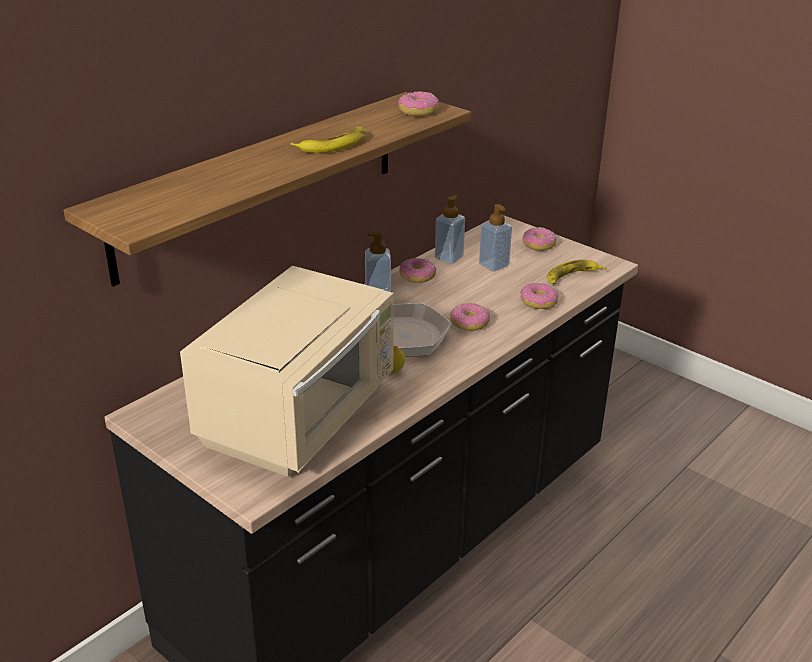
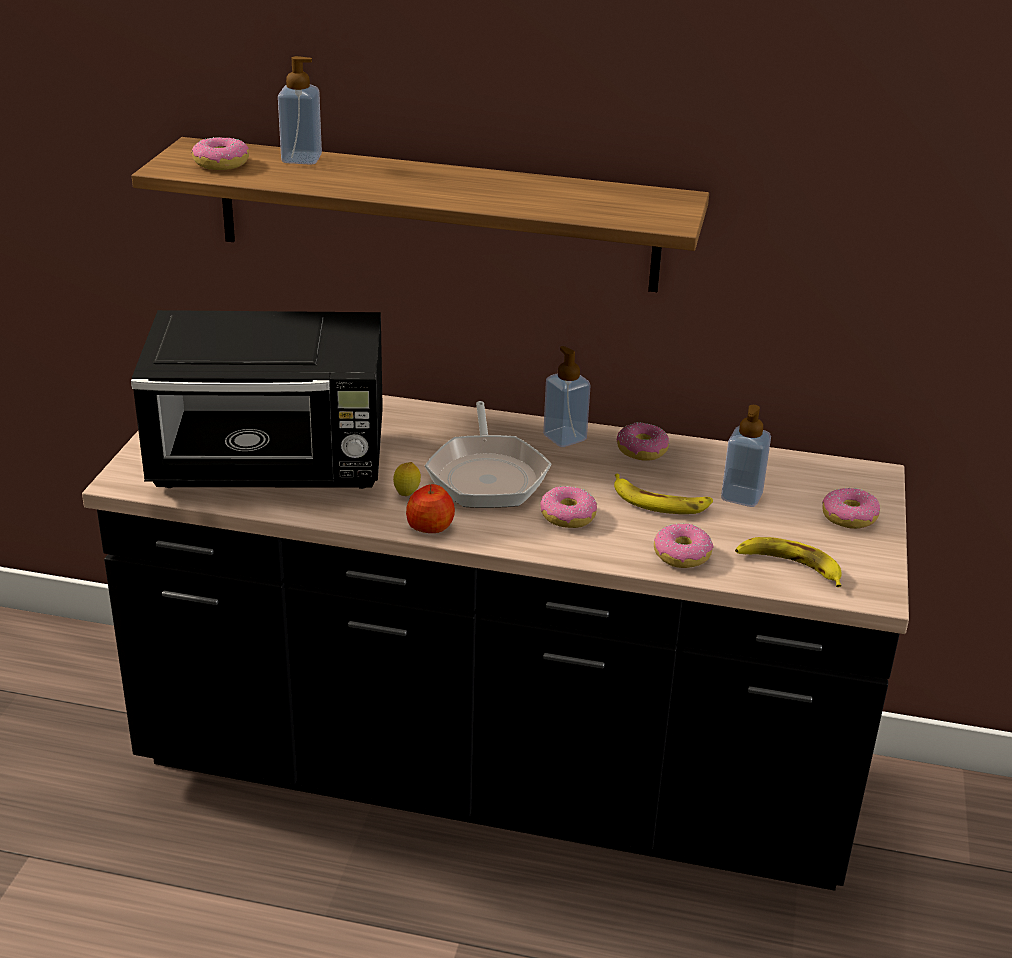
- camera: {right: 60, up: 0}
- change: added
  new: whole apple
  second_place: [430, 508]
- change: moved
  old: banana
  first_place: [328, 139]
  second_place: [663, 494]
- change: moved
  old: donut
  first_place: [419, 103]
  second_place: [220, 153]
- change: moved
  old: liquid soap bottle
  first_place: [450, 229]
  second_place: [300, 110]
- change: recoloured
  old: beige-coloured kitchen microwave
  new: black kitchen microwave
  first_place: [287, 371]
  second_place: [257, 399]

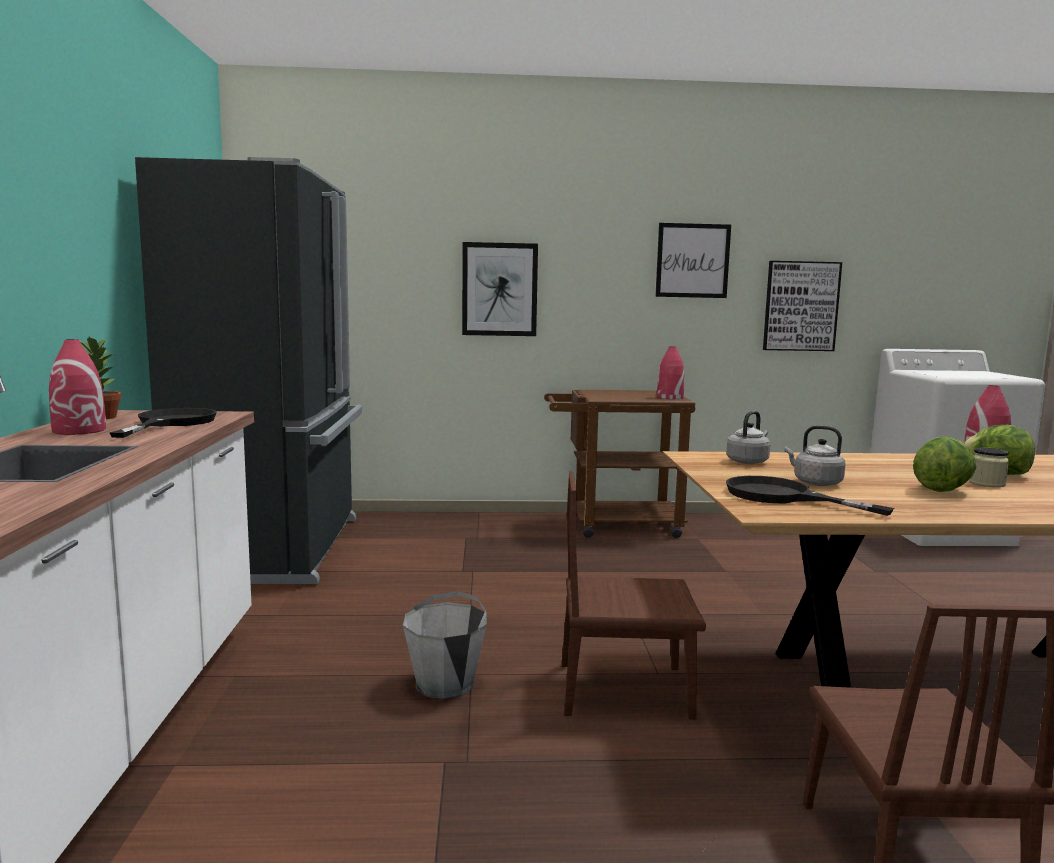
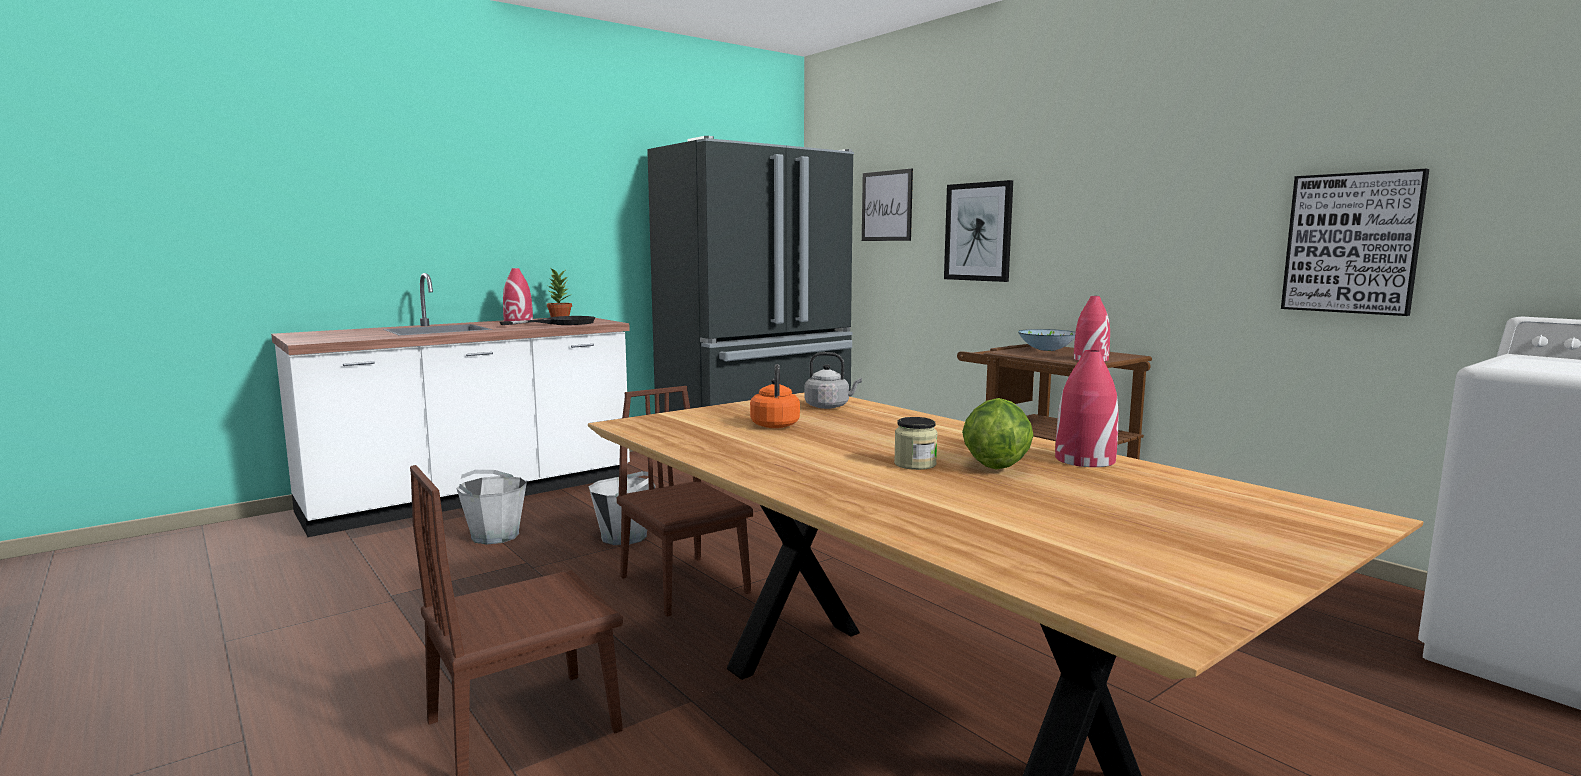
- camera: {right: 55, up: 0}
- change: removed
  old: black frying pan
  first_place: [810, 496]
- change: removed
  old: head of lettuce
  first_place: [944, 464]
- change: added
  new: gray bucket
  second_place: [491, 507]
- change: added
  new: serving bowl
  second_place: [1047, 340]
- change: moved
  old: wall art
  first_place: [693, 260]
  second_place: [887, 205]
- change: recoloured
  old: gray water kettle
  new: orange water kettle
  first_place: [815, 455]
  second_place: [775, 396]

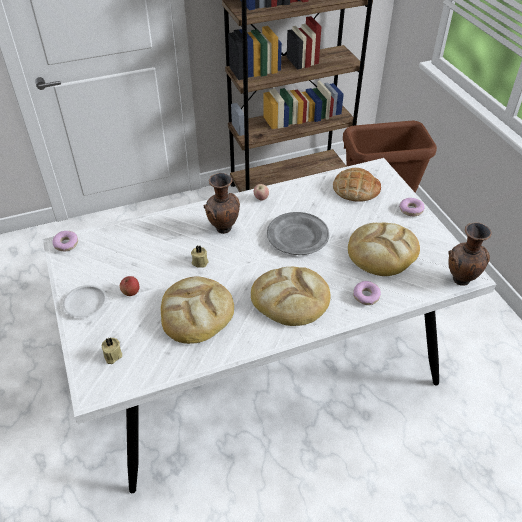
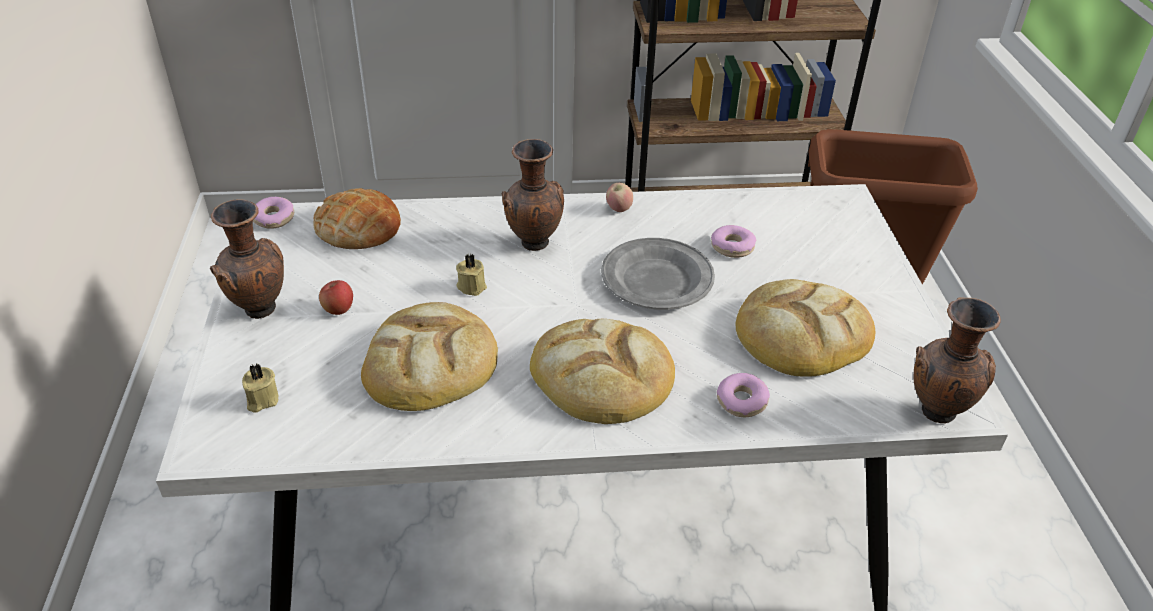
- camera: {right: 15, up: -5}
- change: moved
  old: bread
  first_place: [357, 185]
  second_place: [357, 218]
- change: moved
  old: donut
  first_place: [412, 207]
  second_place: [733, 241]
- change: replaced
  old: whitish flat dish
  new: brown-coloured decorative vase
  first_place: [85, 301]
  second_place: [247, 259]

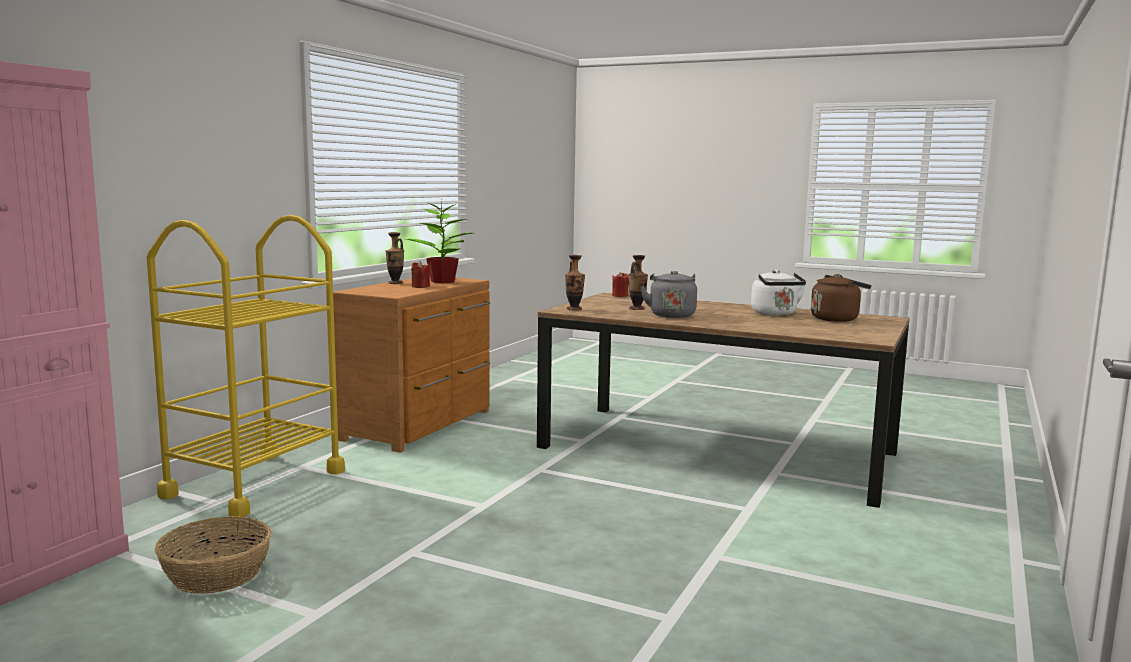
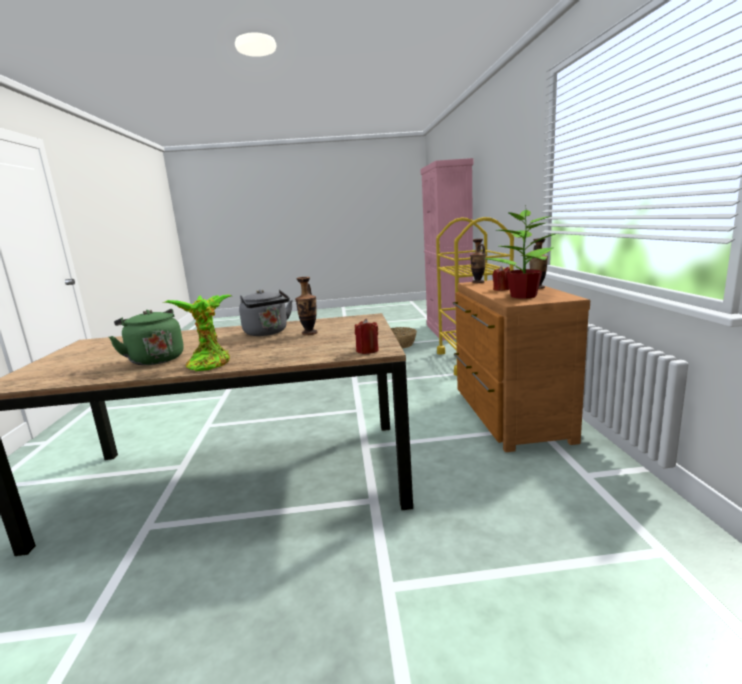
- camera: {right: 150, up: 5}
- change: removed
  old: brown-coloured water kettle
  first_place: [841, 298]
- change: added
  new: plant in a pot
  second_place: [197, 332]
- change: moved
  old: decorative vase
  first_place: [575, 283]
  second_place: [478, 261]
- change: recoloured
  old: whitish water kettle
  new: green water kettle
  first_place: [778, 293]
  second_place: [146, 337]

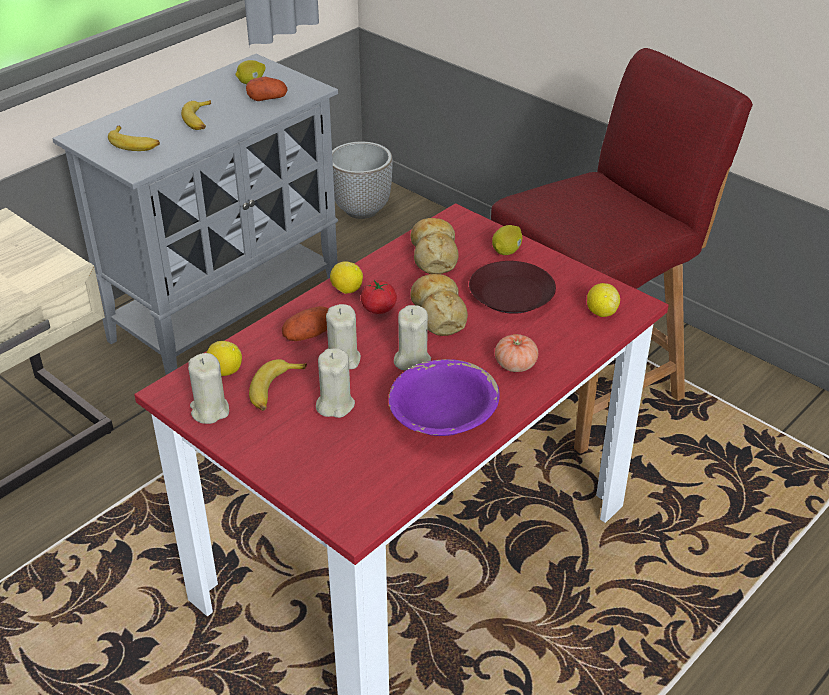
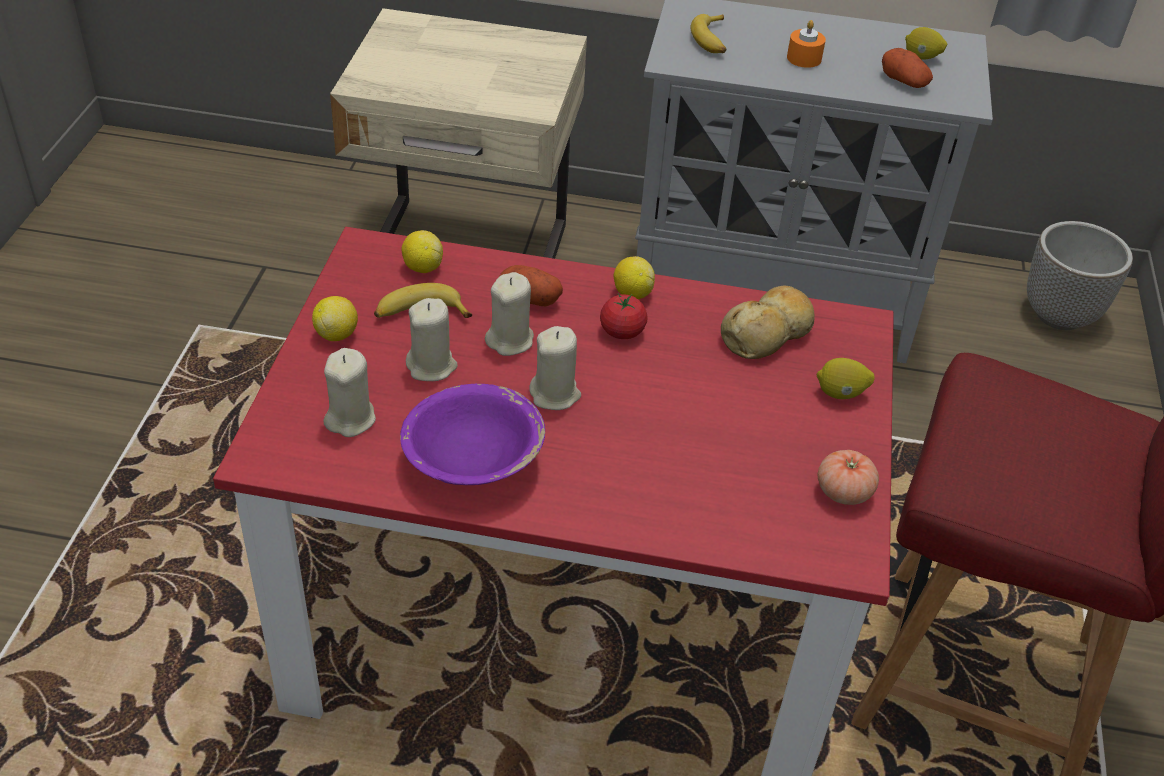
- camera: {right: 55, up: 5}
- change: removed
  old: bread
  first_place: [439, 305]
- change: removed
  old: brown-coloured flat dish
  first_place: [512, 287]
- change: moved
  old: beige-coloured wax candle
  first_place: [208, 388]
  second_place: [349, 392]
- change: moved
  old: whole tomato
  first_place: [516, 353]
  second_place: [848, 477]
- change: moved
  old: lemon
  first_place: [603, 300]
  second_place: [335, 318]
- change: replaced
  old: banana
  new: orange wax candle
  first_place: [196, 115]
  second_place: [806, 44]

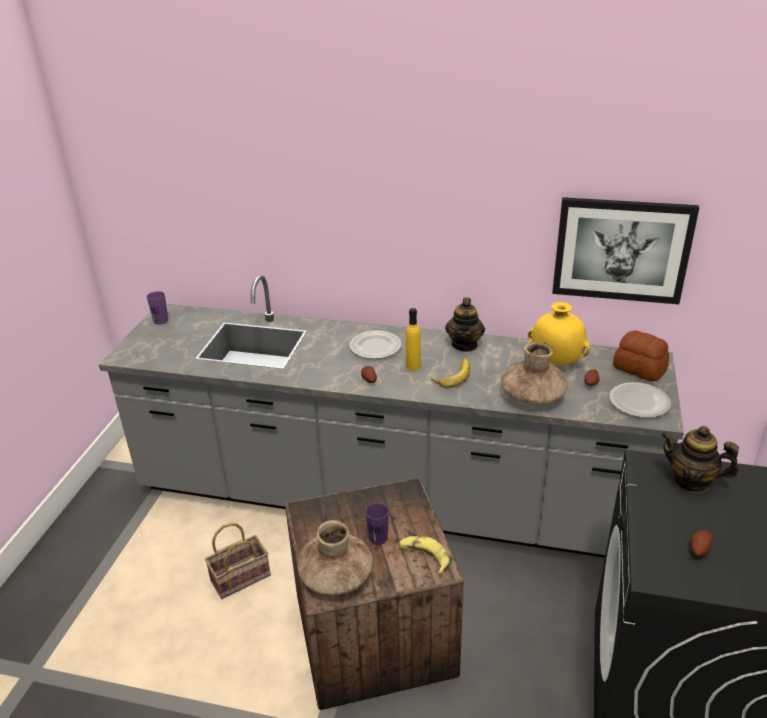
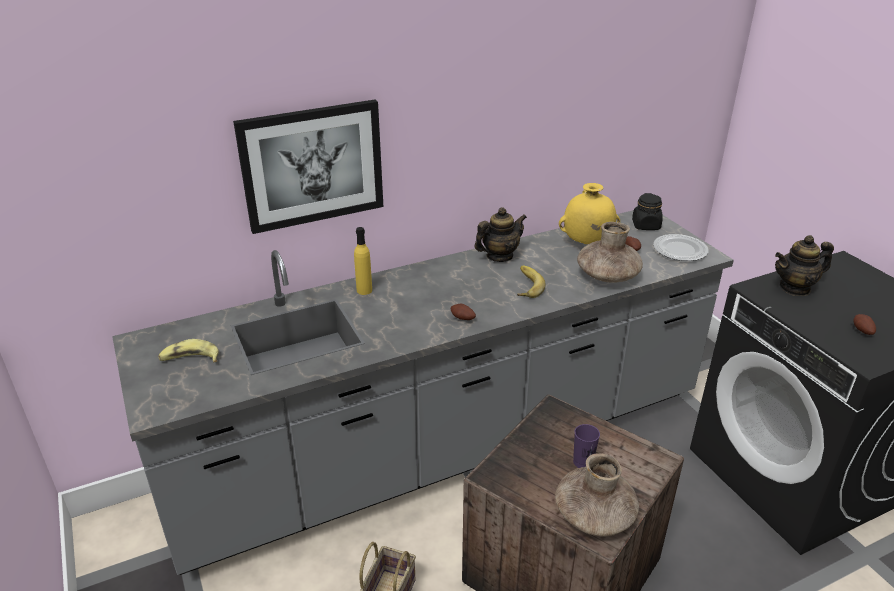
- camera: {right: -40, up: 0}
- change: removed
  old: purple-coloured drinking cup
  first_place: [157, 308]
- change: removed
  old: flat dish
  first_place: [375, 345]
- change: moved
  old: banana
  first_place: [424, 555]
  second_place: [188, 350]
- change: moved
  old: yellow beverage bottle
  first_place: [413, 339]
  second_place: [363, 261]
- change: moved
  old: wall art
  first_place: [625, 250]
  second_place: [308, 167]
- change: replaced
  old: bread
  new: black storage jar
  first_place: [641, 356]
  second_place: [647, 211]
- change: turned
  old: teapot
  first_place: [465, 324]
  second_place: [500, 234]
  degrees: -90

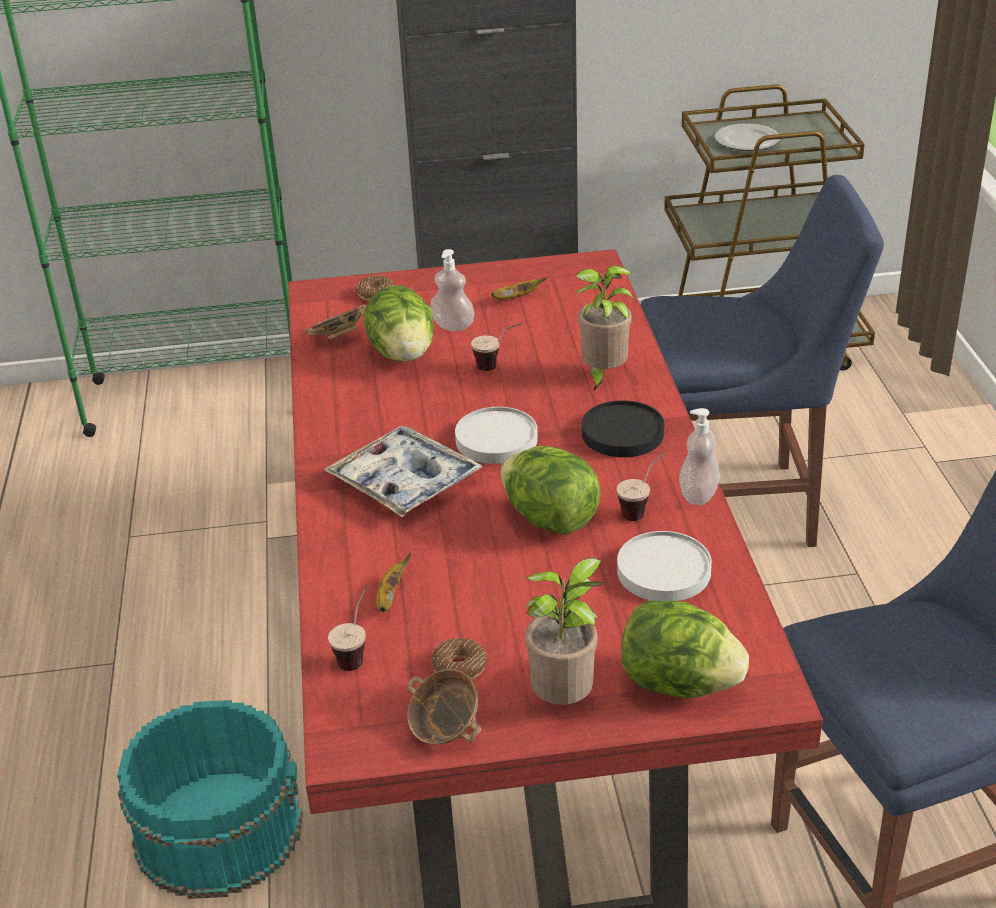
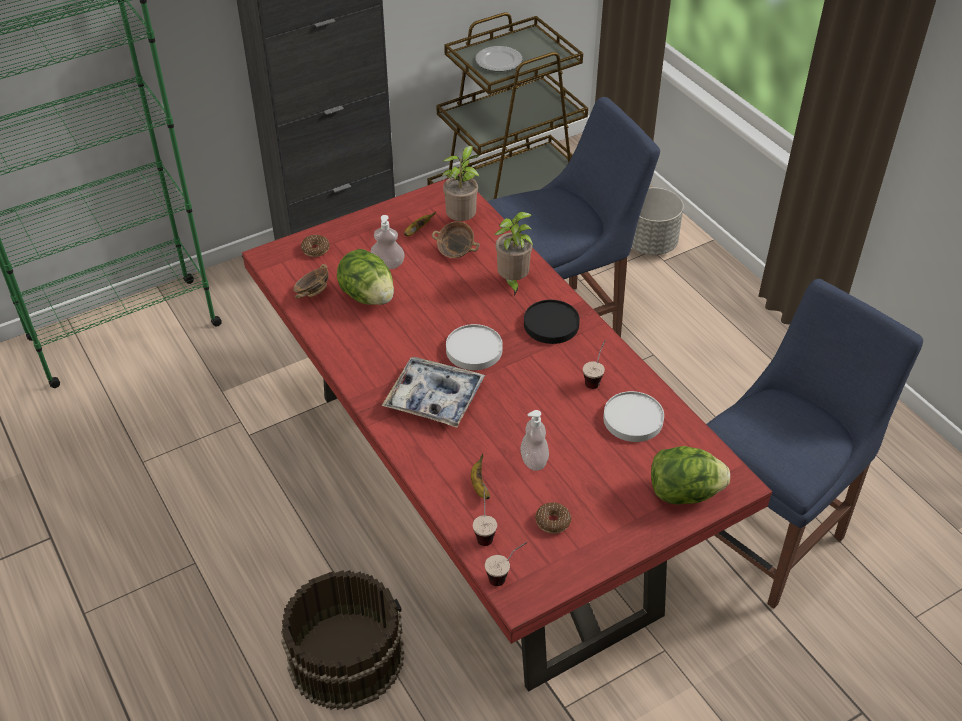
- camera: {right: -25, up: 10}
- change: removed
  old: head of lettuce
  first_place: [551, 490]
- change: added
  new: gray plant pot
  second_place: [658, 221]
- change: moved
  old: serving bowl
  first_place: [444, 706]
  second_place: [456, 239]
- change: moved
  old: drinking cup
  first_place: [497, 347]
  second_place: [506, 564]
- change: moved
  old: plant in a pot
  first_place: [564, 631]
  second_place: [461, 183]
- change: moved
  old: liquid soap bottle
  first_place: [699, 456]
  second_place: [534, 440]
- change: recoloured
  old: blue-green bucket
  new: brown-coloured bucket
  first_place: [210, 799]
  second_place: [342, 640]

